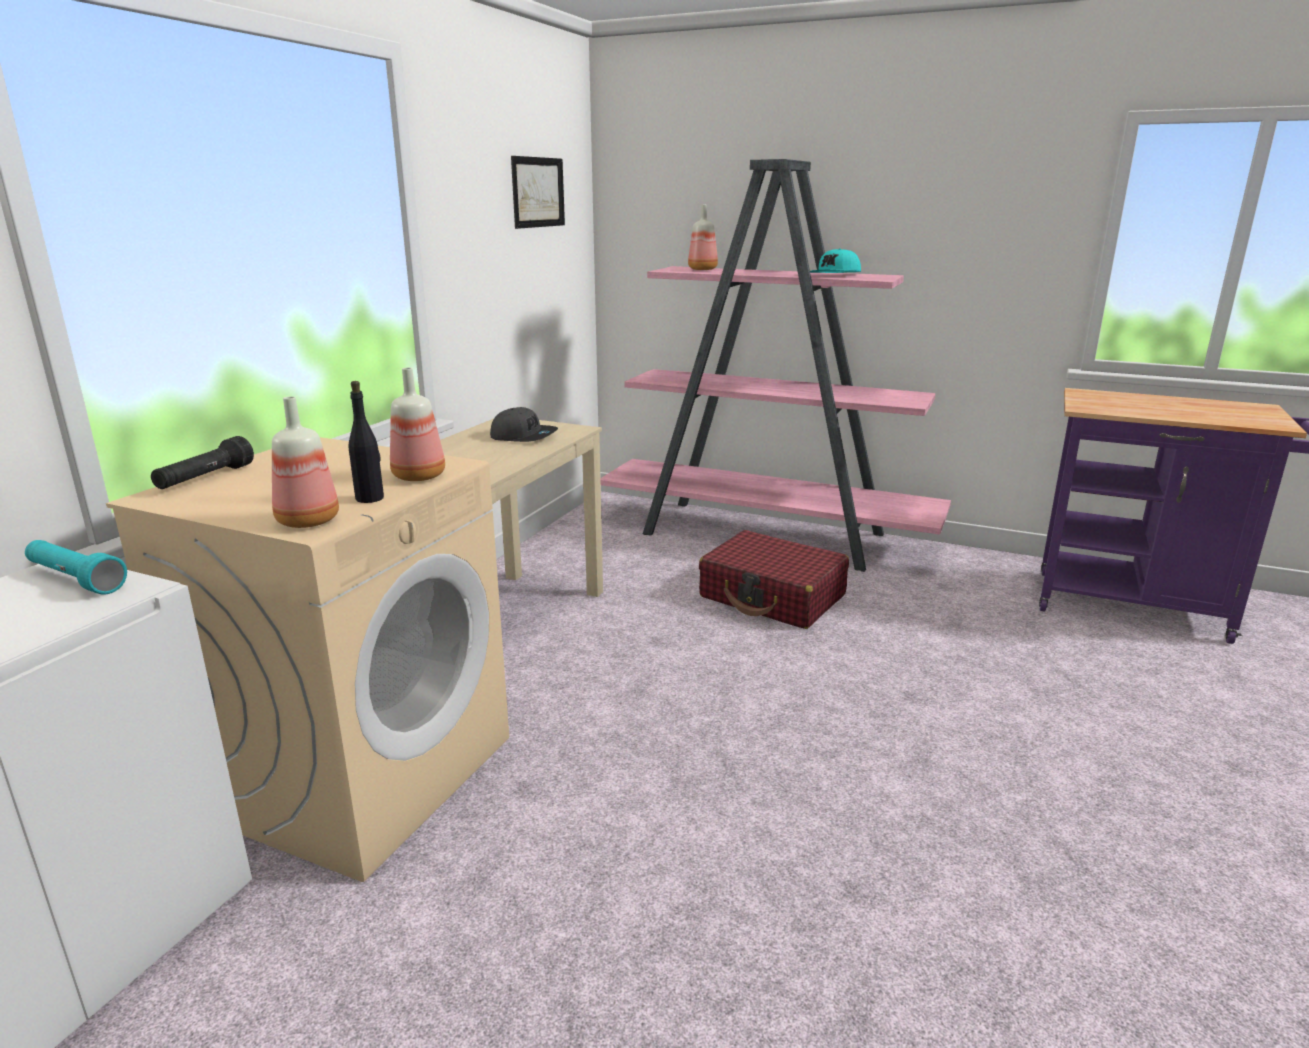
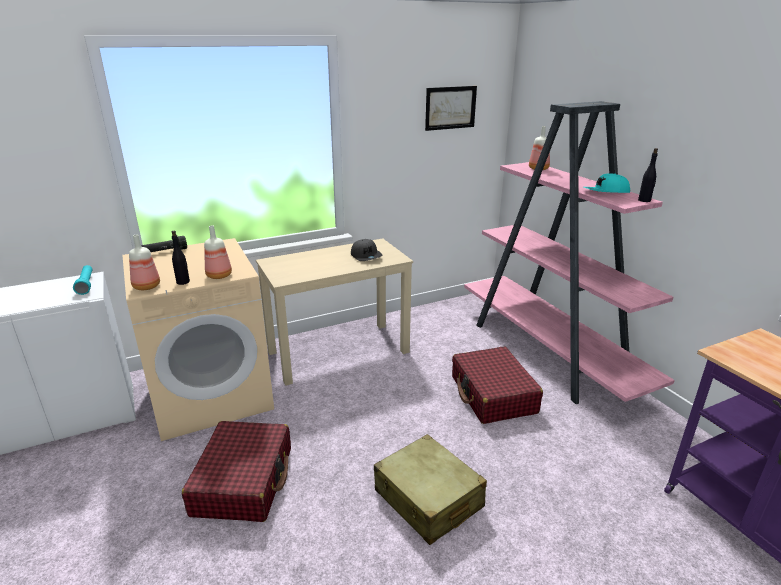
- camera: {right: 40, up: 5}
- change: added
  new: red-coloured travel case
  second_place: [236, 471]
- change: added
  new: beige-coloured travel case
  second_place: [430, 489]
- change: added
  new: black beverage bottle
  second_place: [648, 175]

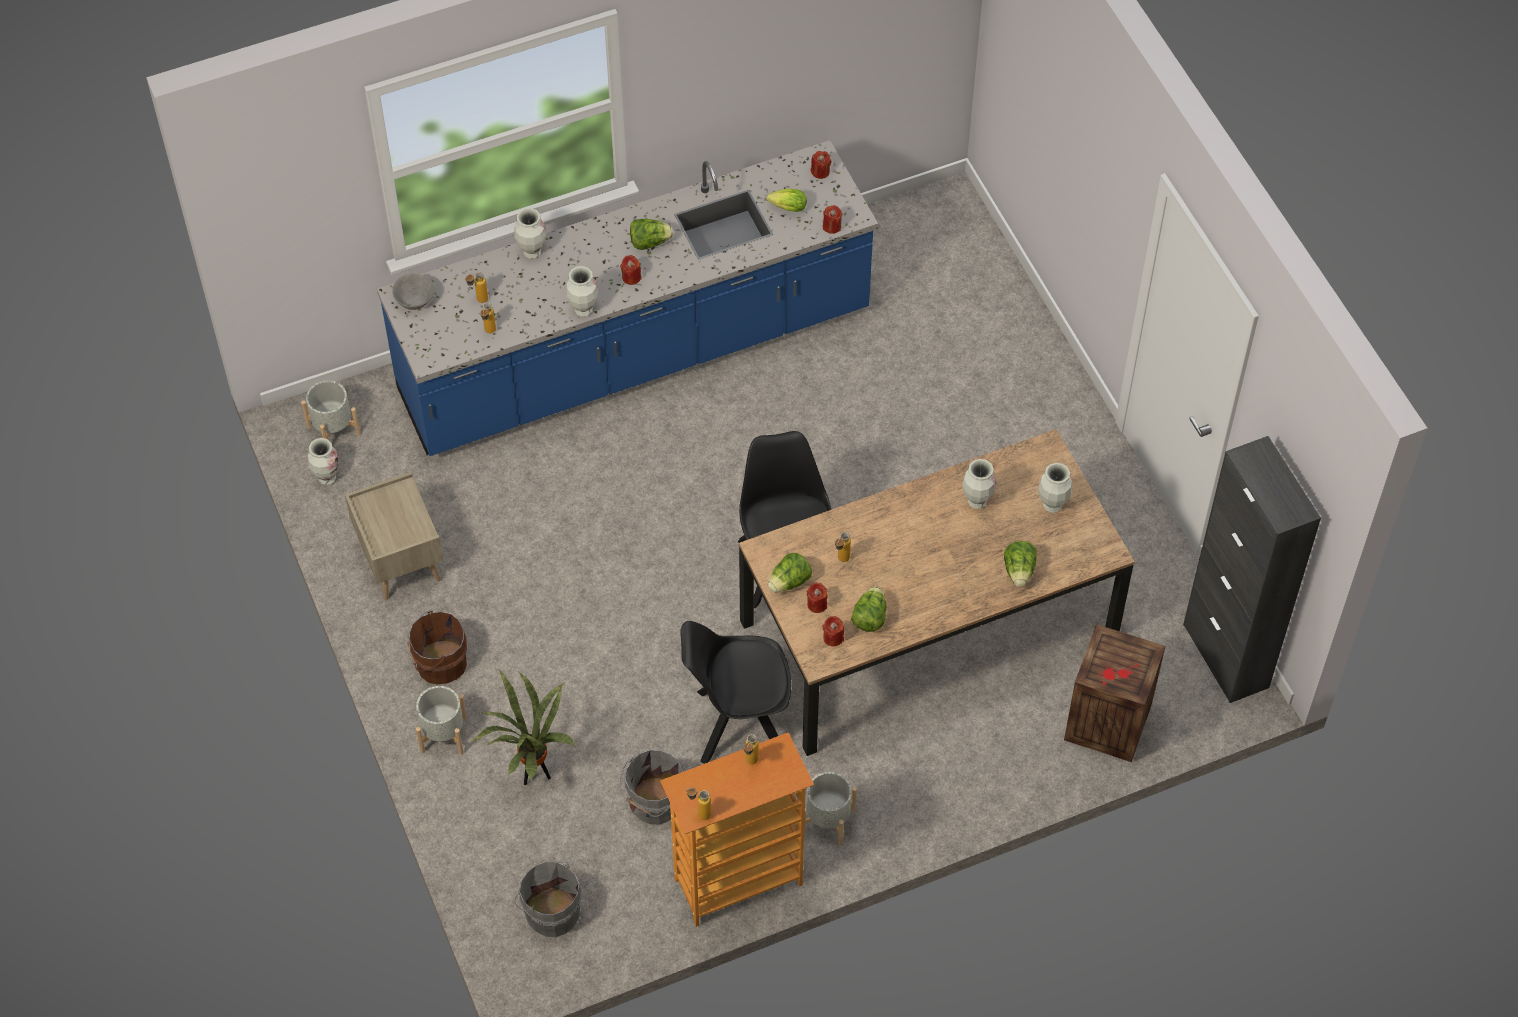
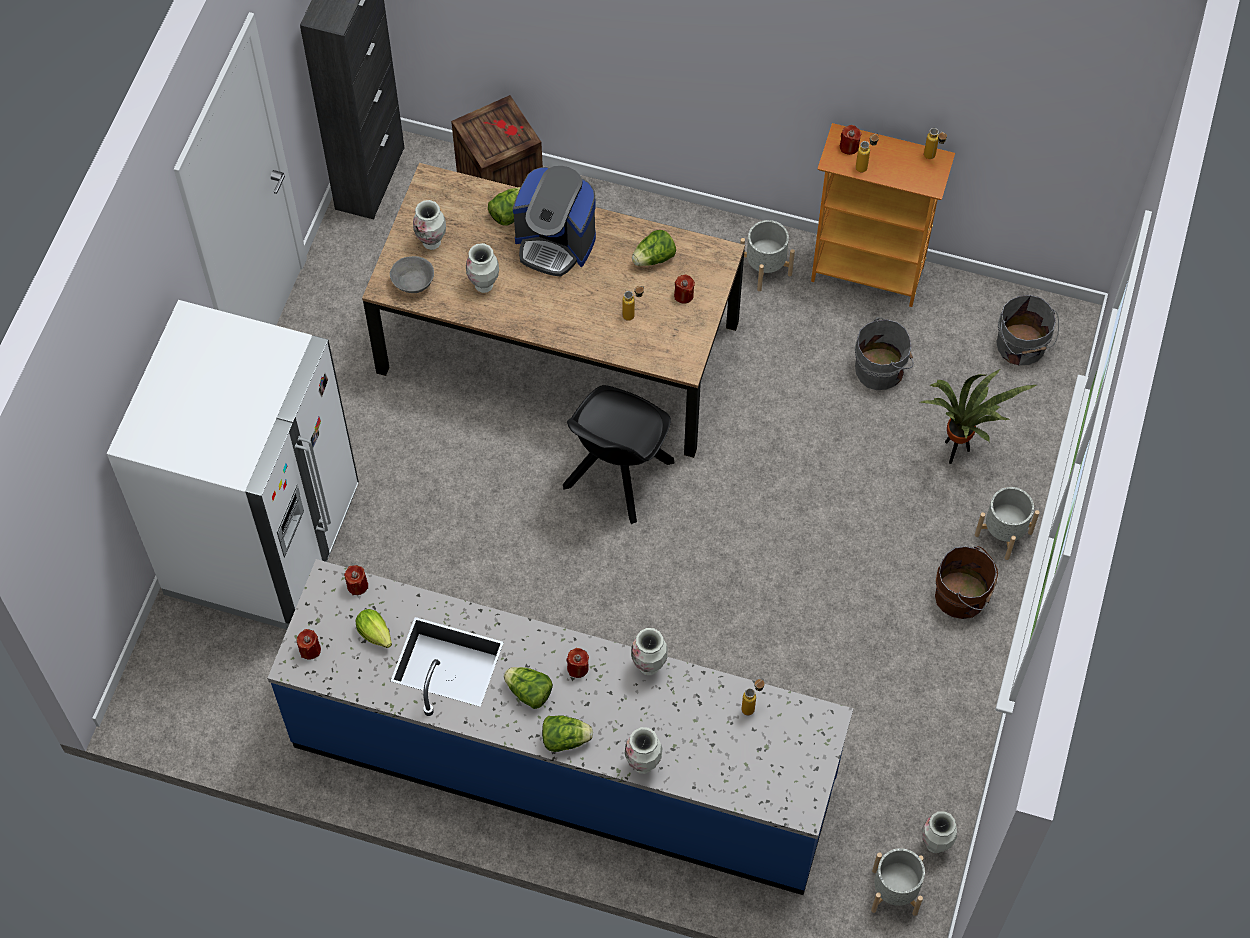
- camera: {right: -140, up: 5}
- change: removed
  old: beige-coloured bedside table
  first_place: [394, 536]
- change: removed
  old: beverage bottle
  first_place: [476, 287]
- change: removed
  old: black chair
  first_place: [735, 692]
- change: added
  new: whitish refrigerator
  second_place: [233, 464]
- change: added
  new: coffee machine
  second_place: [554, 221]
- change: moved
  old: gray serving bowl
  first_place: [413, 291]
  second_place: [412, 274]
- change: moved
  old: head of lettuce
  first_place: [790, 572]
  second_place: [567, 734]
- change: moved
  old: red-coloured wax candle
  first_place: [833, 631]
  second_place: [850, 140]

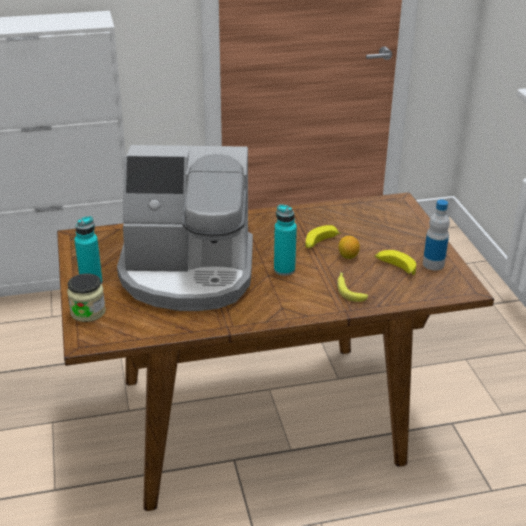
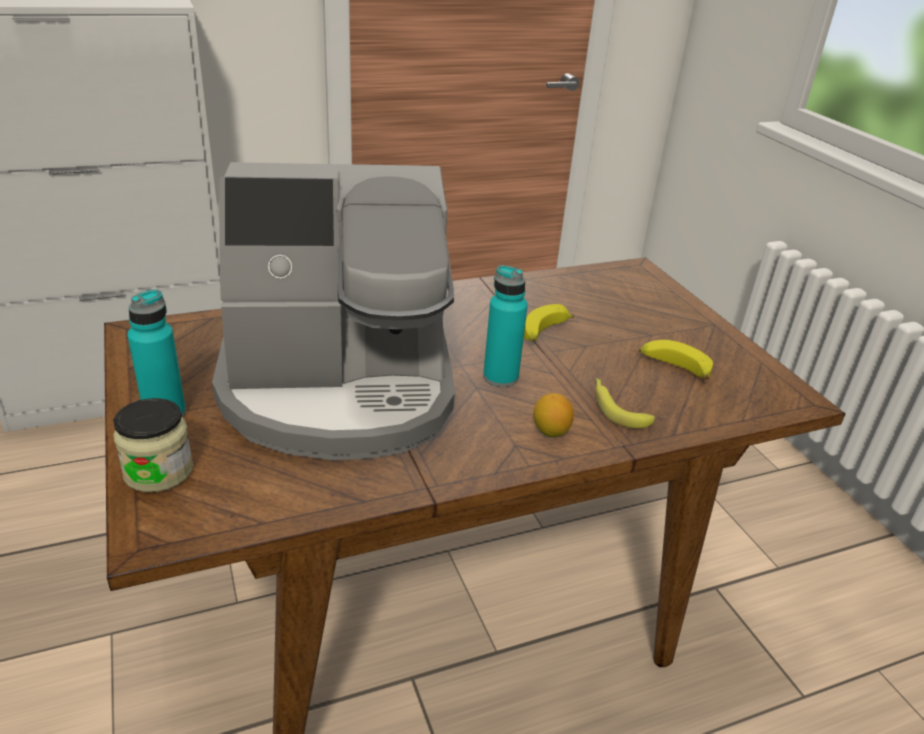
- camera: {right: -10, up: 0}
- change: removed
  old: beverage bottle
  first_place: [436, 235]
- change: moved
  old: lemon
  first_place: [349, 247]
  second_place: [553, 415]

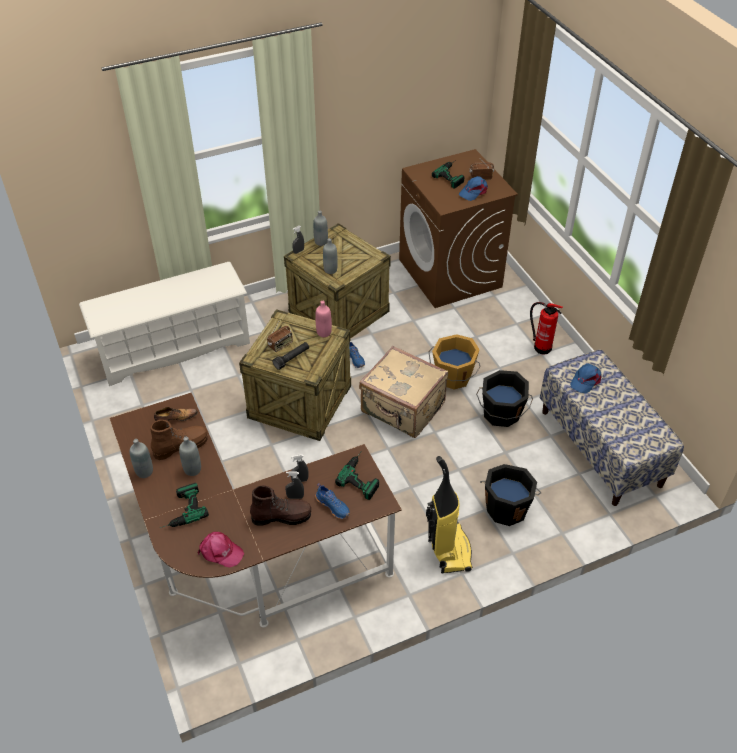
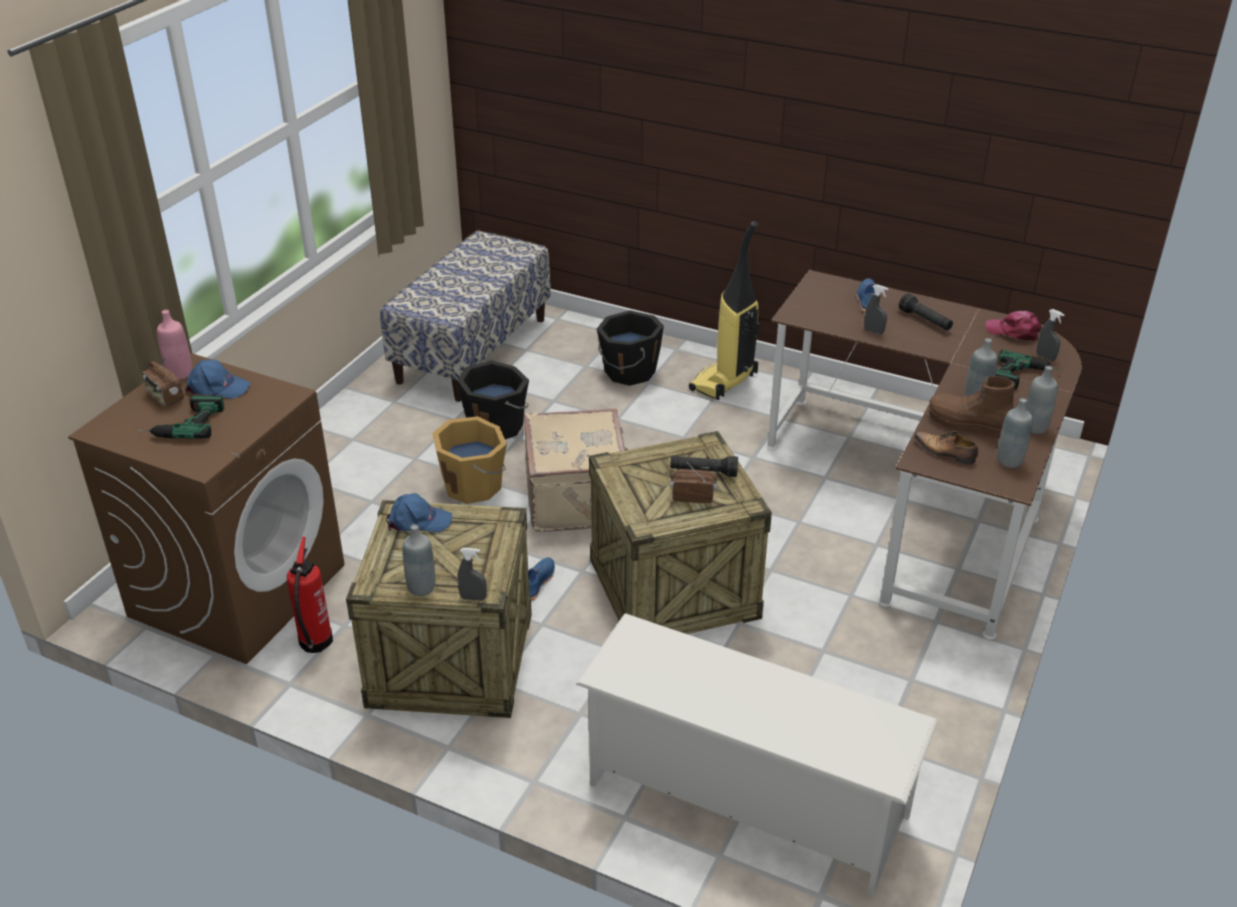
- camera: {right: -130, up: -10}
- change: removed
  old: electric drill
  first_place: [357, 476]
- change: moved
  old: gray spray bottle
  first_place: [294, 485]
  second_place: [1050, 335]
- change: moved
  old: pink-coloured beverage bottle
  first_place: [323, 319]
  second_place: [174, 345]
- change: moved
  old: gray beverage bottle
  first_place: [330, 256]
  second_place: [1015, 433]
- change: moved
  old: fire-fighting cylinder
  first_place: [546, 328]
  second_place: [310, 595]
- change: moved
  old: blue cap
  first_place: [586, 379]
  second_place: [419, 512]
- change: replaced
  old: brown-coloured tall boot
  new: black flashlight
  first_place: [280, 505]
  second_place: [926, 312]
- change: turned
  old: pink-coloured cap
  first_place: [221, 550]
  second_place: [1013, 326]
  degrees: -45

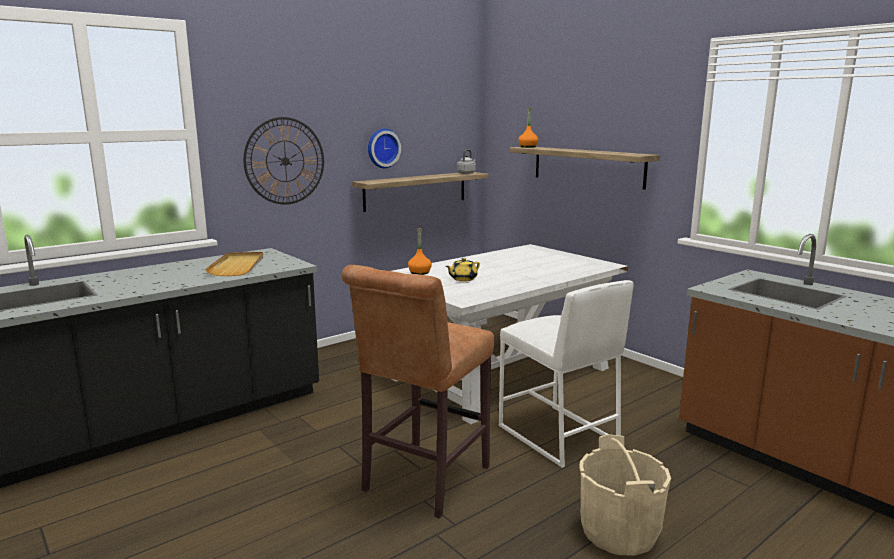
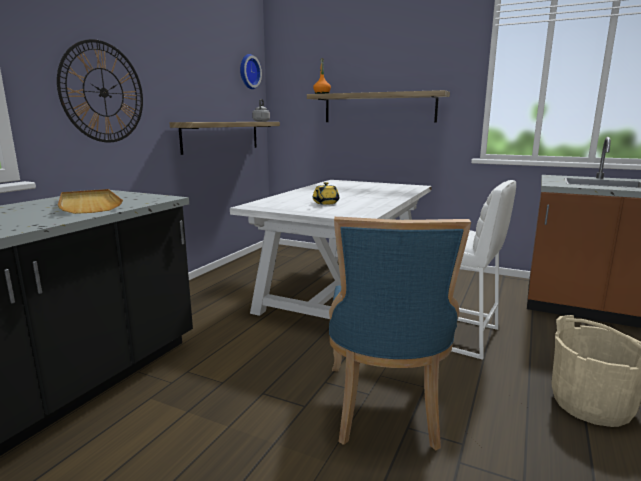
- camera: {right: -25, up: 0}
- change: removed
  old: orange beverage bottle
  first_place: [420, 251]
- change: moved
  old: clock on the wall
  first_place: [384, 148]
  second_place: [251, 71]
- change: replaced
  old: brown-coloured sitting stool
  new: blue chair
  first_place: [418, 392]
  second_place: [400, 334]

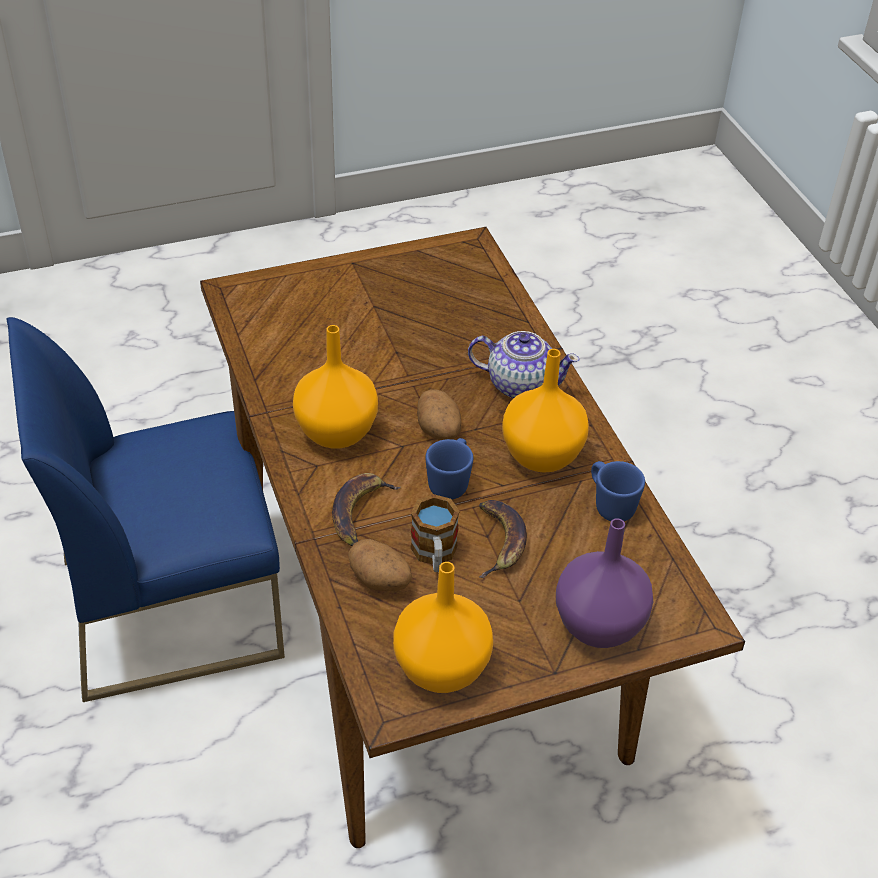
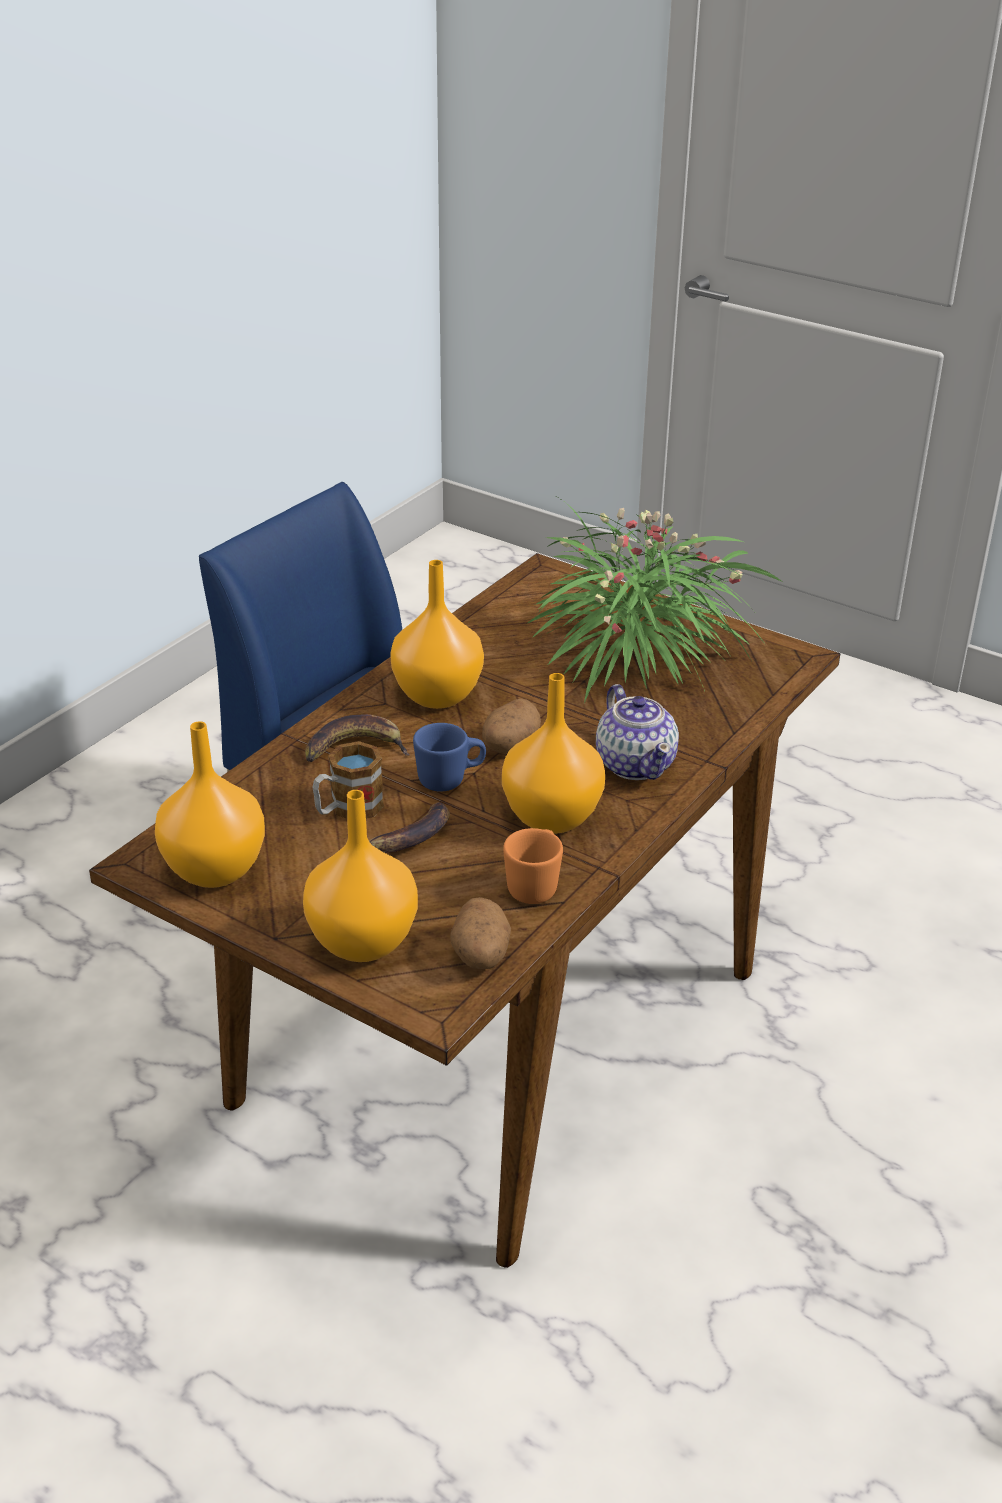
- camera: {right: 55, up: -10}
- change: added
  new: plant in a pot
  second_place: [654, 600]
- change: moved
  old: potato
  first_place: [380, 565]
  second_place: [480, 933]
- change: recoloured
  old: purple-coloured decorative vase
  new: orange decorative vase
  first_place: [604, 583]
  second_place: [360, 876]
- change: recoloured
  old: blue tea mug
  new: orange tea mug
  first_place: [618, 491]
  second_place: [533, 866]

